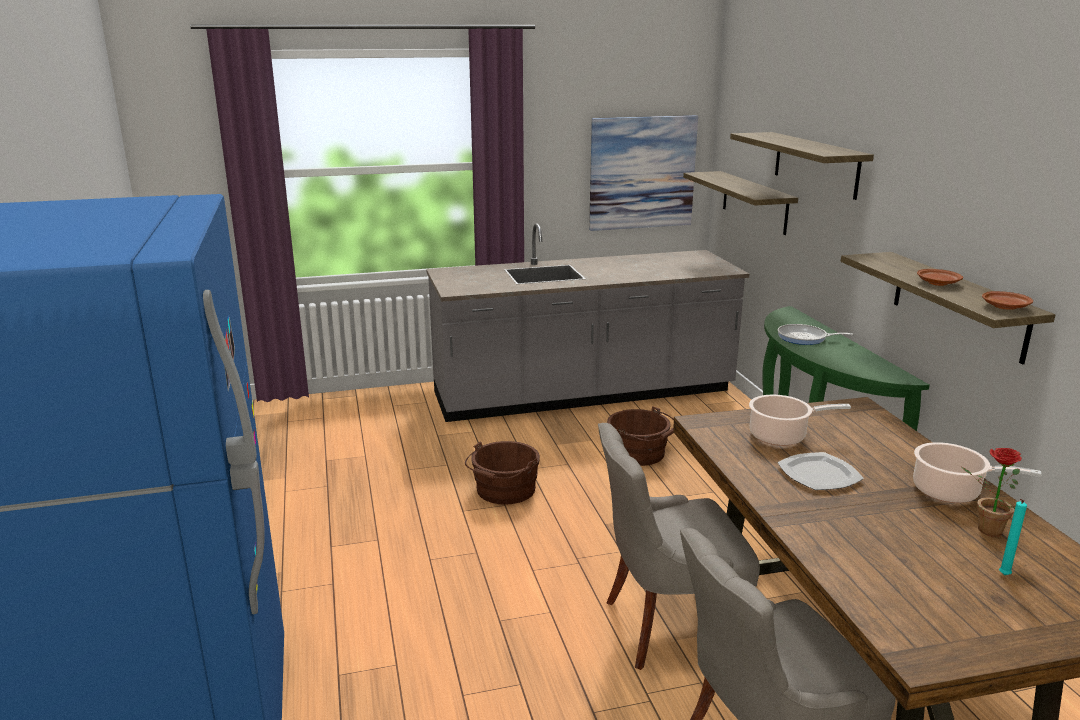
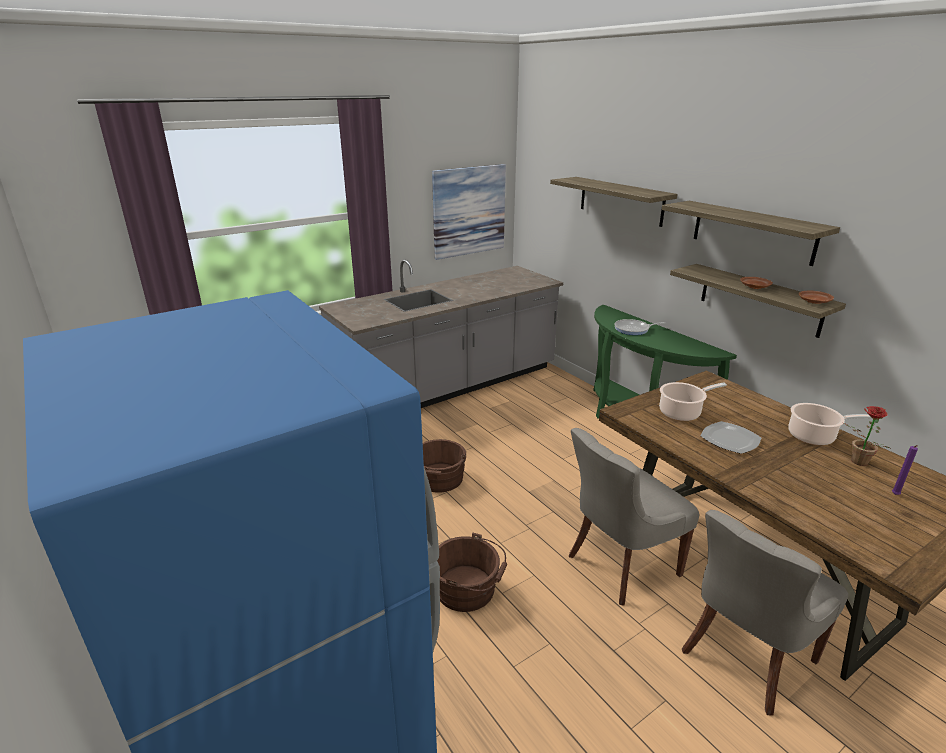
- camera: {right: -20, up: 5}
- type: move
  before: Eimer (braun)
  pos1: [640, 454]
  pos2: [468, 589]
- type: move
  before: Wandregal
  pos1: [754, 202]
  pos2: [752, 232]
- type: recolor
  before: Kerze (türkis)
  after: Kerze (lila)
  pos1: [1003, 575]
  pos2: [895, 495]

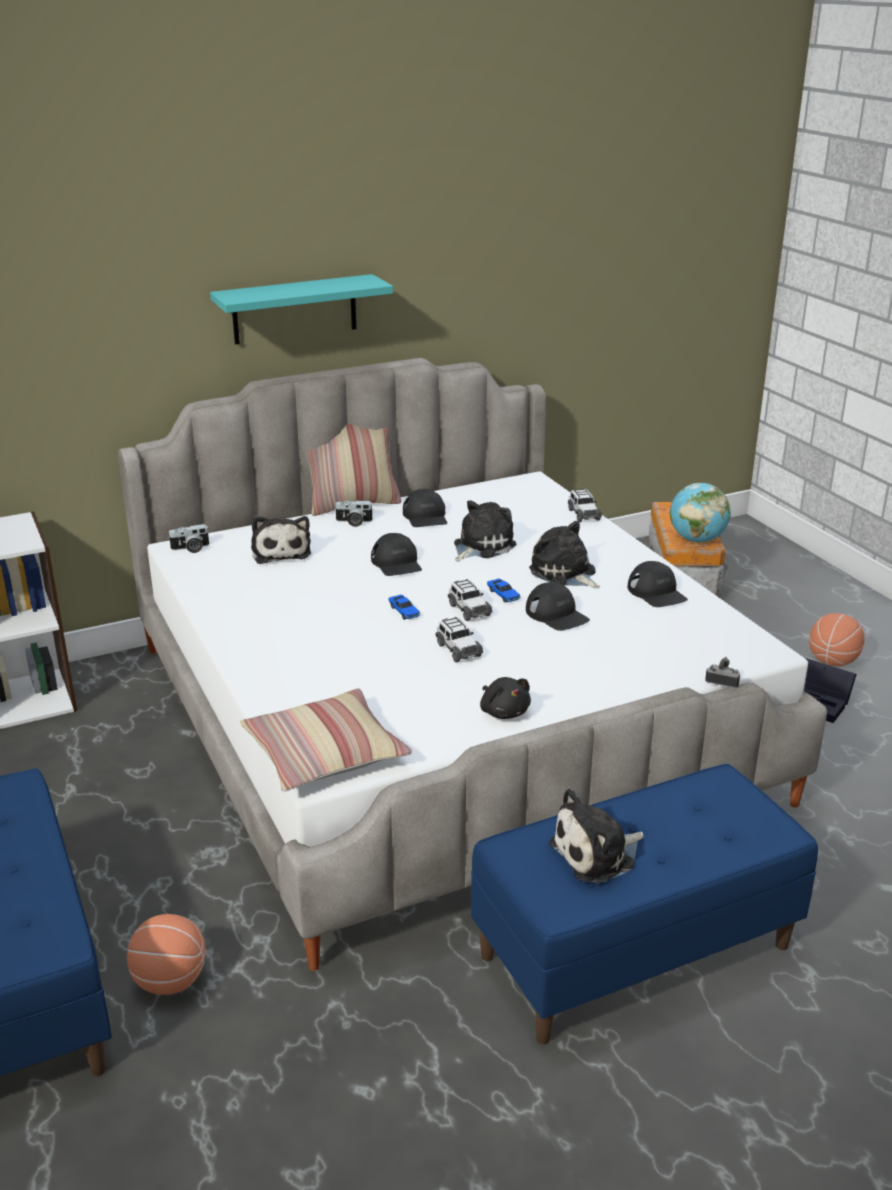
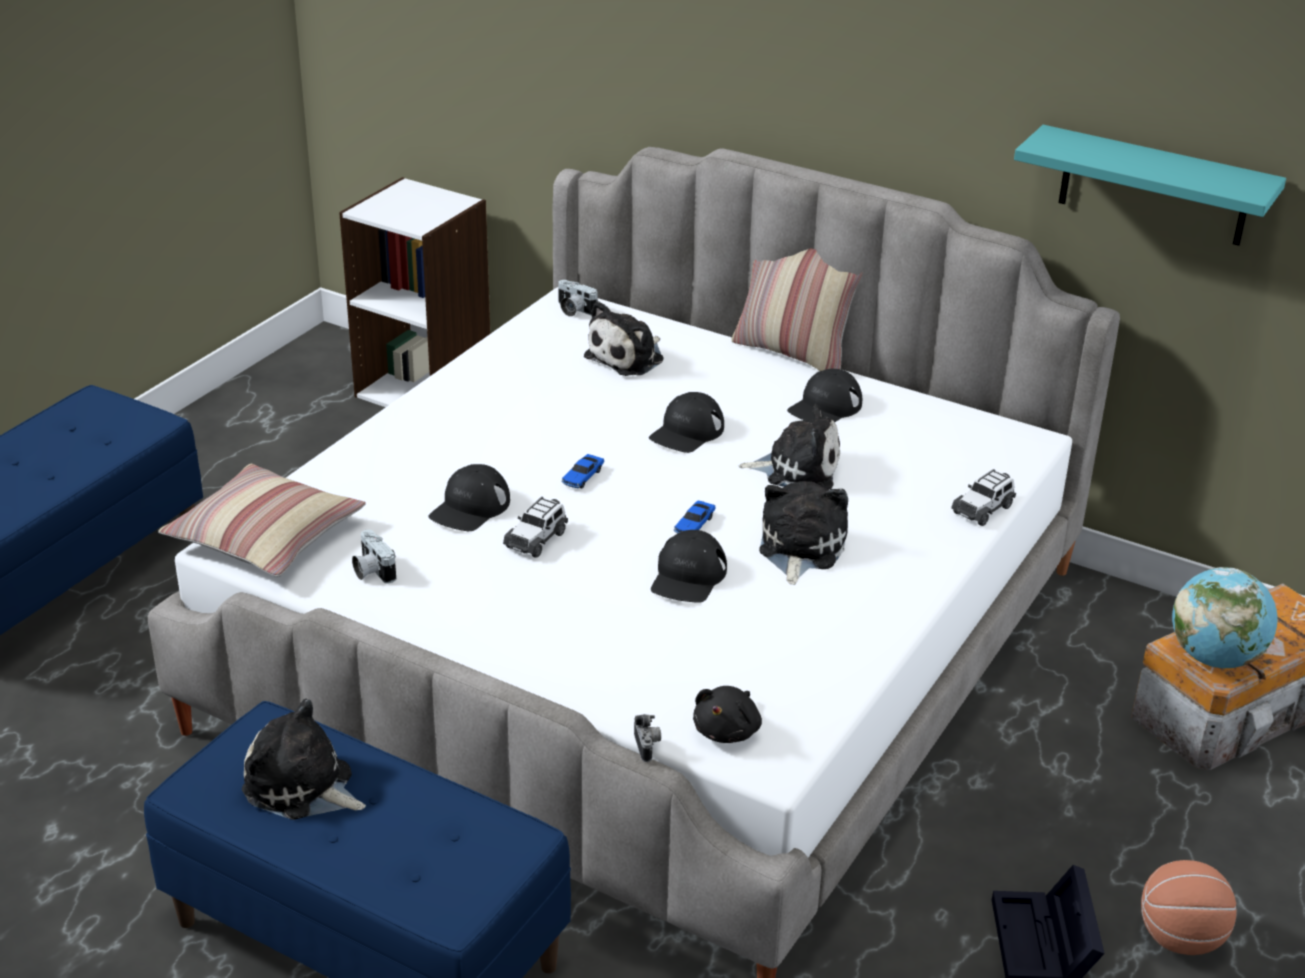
- camera: {right: 55, up: 5}
- type: move
  before: Kamera
  pos1: [353, 522]
  pos2: [371, 570]
- type: move
  before: Kappe (schwarz)
  pos1: [657, 592]
  pos2: [470, 508]
- type: move
  before: Plüschtier (schwarz)
  pos1: [504, 711]
  pos2: [728, 731]
- type: move
  before: Wandregal (türkis)
  pos1: [294, 309]
  pos2: [1154, 186]
- type: delete
  before: Basketball
  pos1: [170, 981]
- type: delete
  before: Spielzeugauto
  pos1: [468, 610]

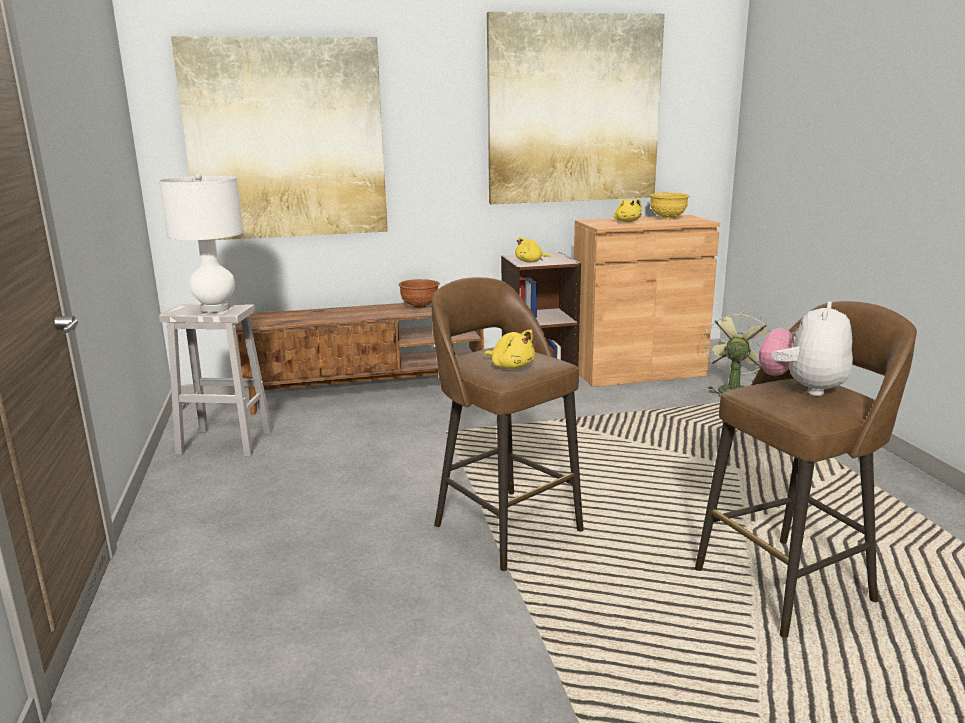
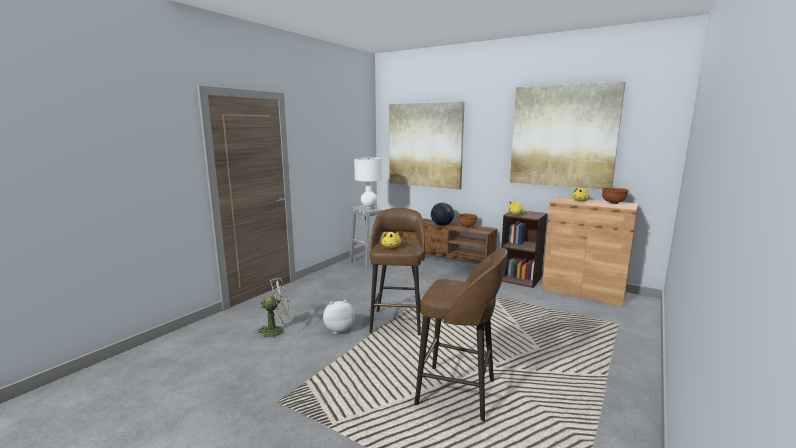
- camera: {right: 45, up: -5}
- type: move
  before: Ventilator (grün)
  pos1: [732, 389]
  pos2: [277, 331]
- type: move
  before: Plüschtier
  pos1: [803, 388]
  pos2: [339, 329]
- type: insert
  after: Globus
  pos2: [442, 225]
- type: recolor
  before: Schüssel (gelb)
  after: Schüssel (braun)
  pos1: [667, 218]
  pos2: [613, 203]

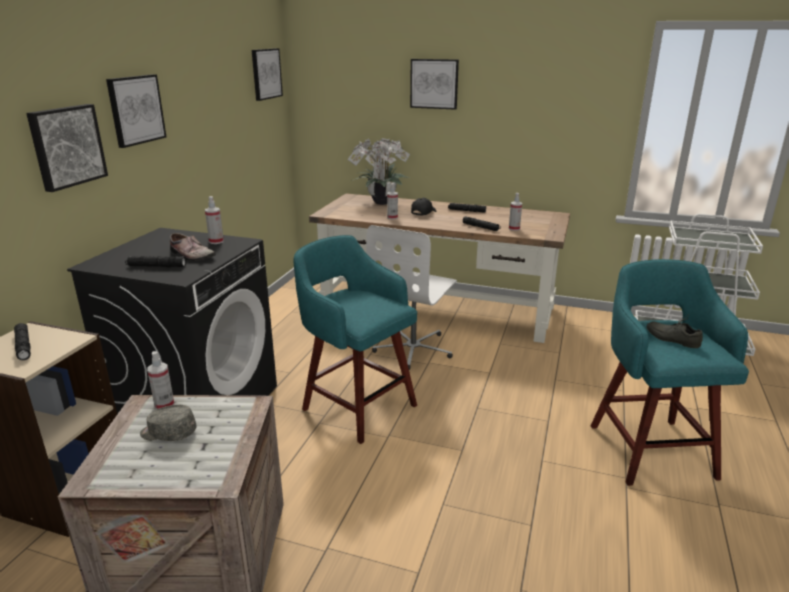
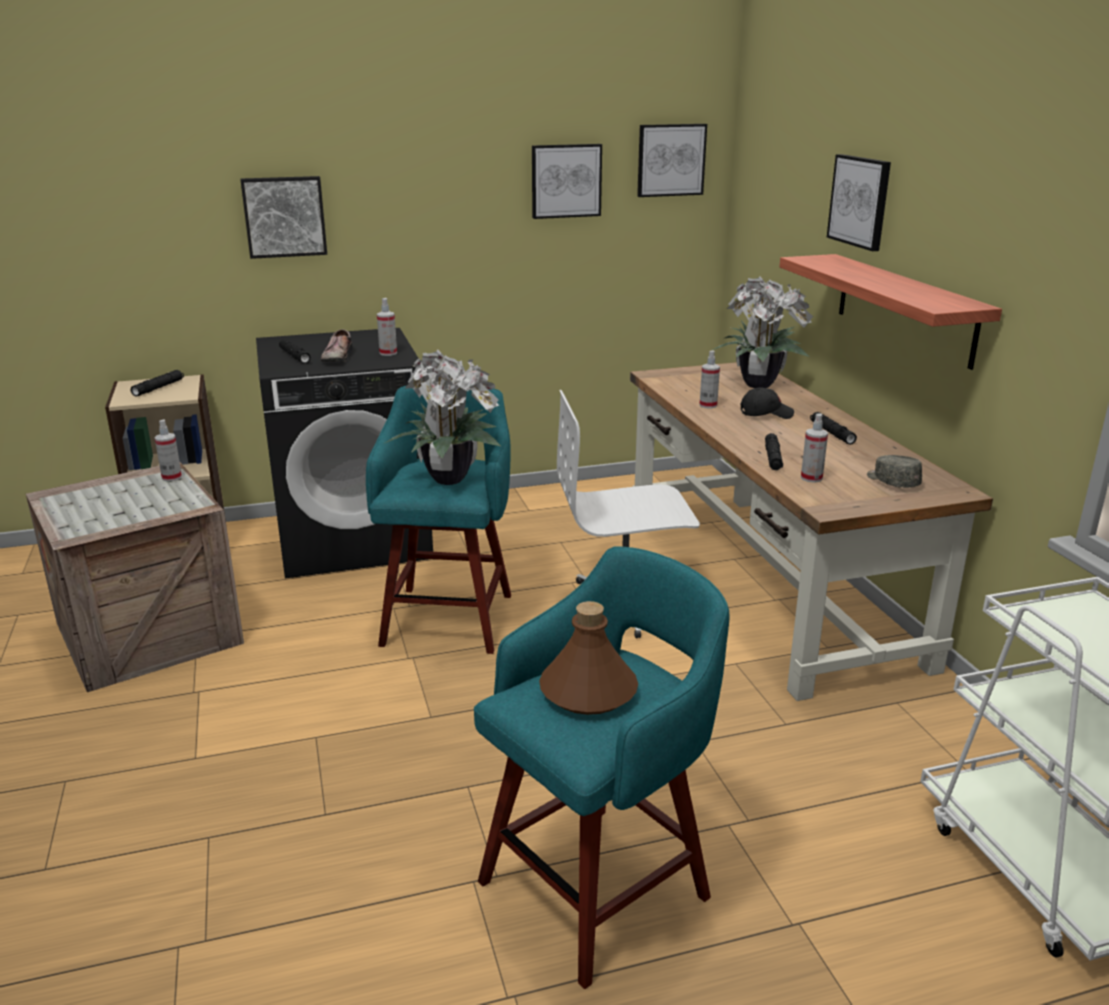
- camera: {right: 55, up: 0}
- type: insert
  after: Topfpflanze
  pos2: [447, 478]
- type: move
  before: Bild
  pos1: [135, 110]
  pos2: [566, 181]
- type: replace
  before: Schuh (grau)
  after: Flasche (braun)
  pos1: [673, 338]
  pos2: [587, 691]
- type: insert
  after: Wandregal
  pos2: [904, 308]
- type: move
  before: Kappe (grau)
  pos1: [168, 433]
  pos2: [892, 482]

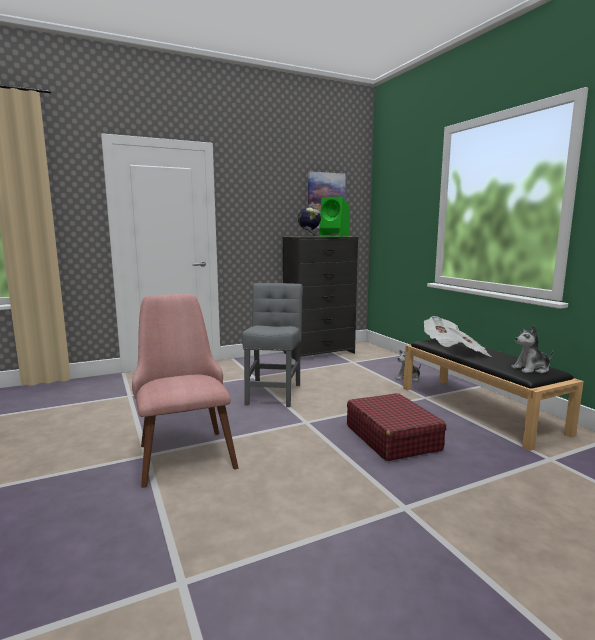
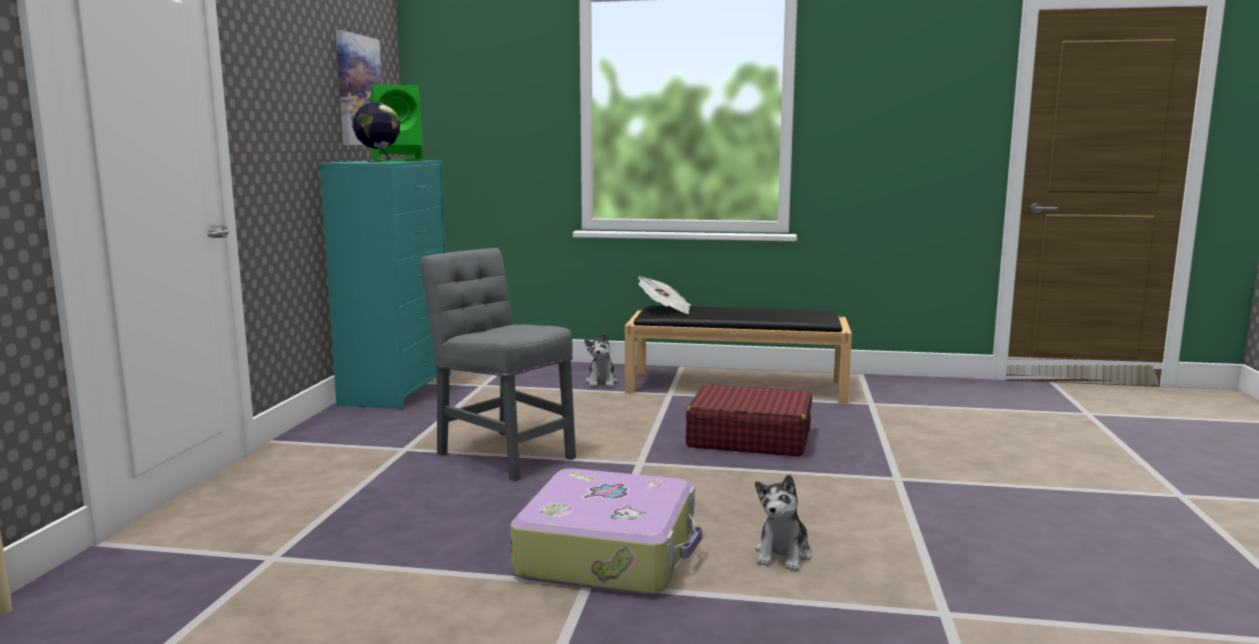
- camera: {right: -55, up: 0}
- type: recolor
  before: Kommode (schwarz)
  after: Kommode (türkis)
  pos1: [319, 353]
  pos2: [398, 388]
- type: replace
  before: Stuhl (rosa)
  after: Koffer
  pos1: [183, 449]
  pos2: [609, 553]
- type: move
  before: Plüschtier
  pos1: [531, 369]
  pos2: [783, 554]
- type: delete
  before: Zeitung
  pos1: [468, 353]

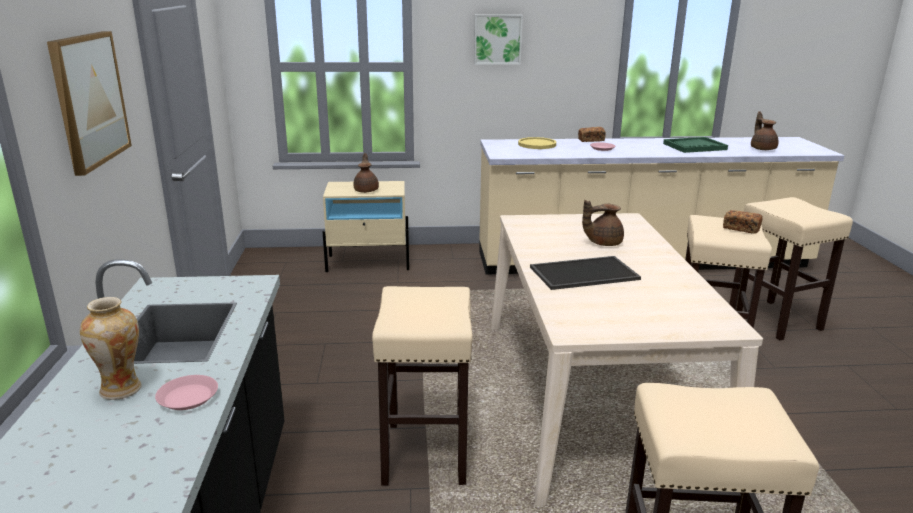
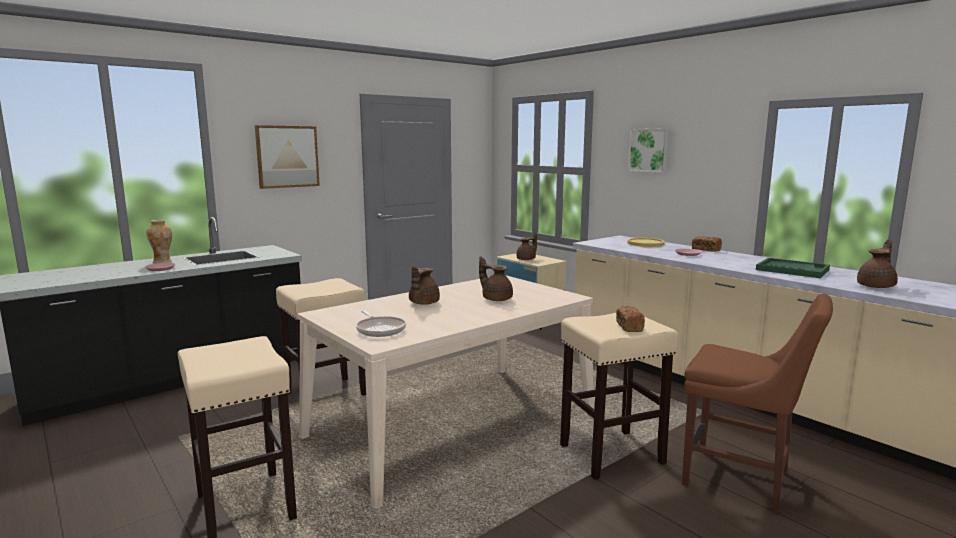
- camera: {right: 55, up: -10}
- type: insert
  after: Pfanne
  pos2: [380, 329]
- type: replace
  before: Tablett
  after: Teekanne (braun)
  pos1: [584, 274]
  pos2: [423, 303]
- type: replace
  before: Hocker (beige)
  after: Stuhl (braun)
  pos1: [775, 320]
  pos2: [742, 480]

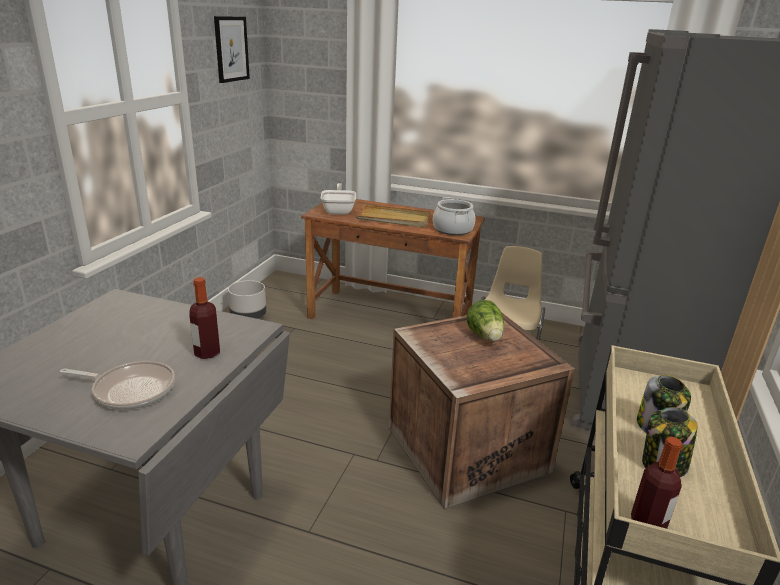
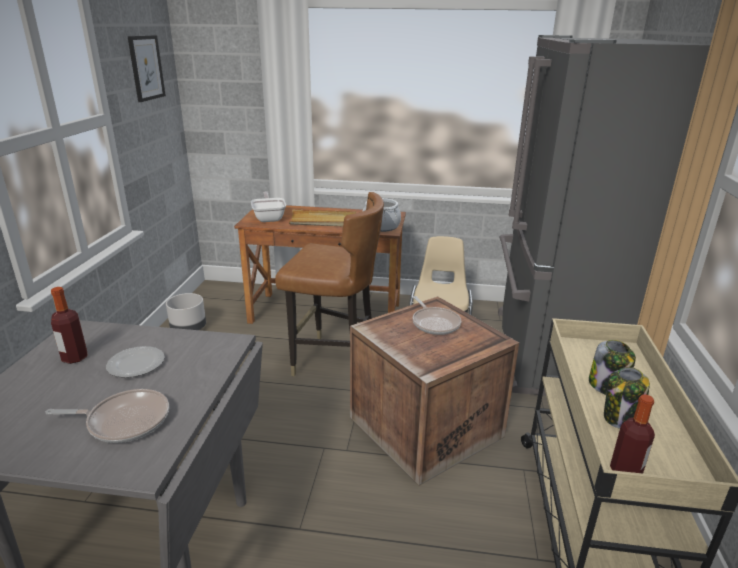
- camera: {right: -10, up: 0}
- type: move
  before: Flasche
  pos1: [207, 353]
  pos2: [75, 358]
- type: insert
  after: Teller
  pos2: [135, 364]
- type: insert
  after: Stuhl (braun)
  pos2: [334, 361]
- type: replace
  before: Salatkopf
  after: Pfanne
  pos1: [485, 337]
  pos2: [434, 323]

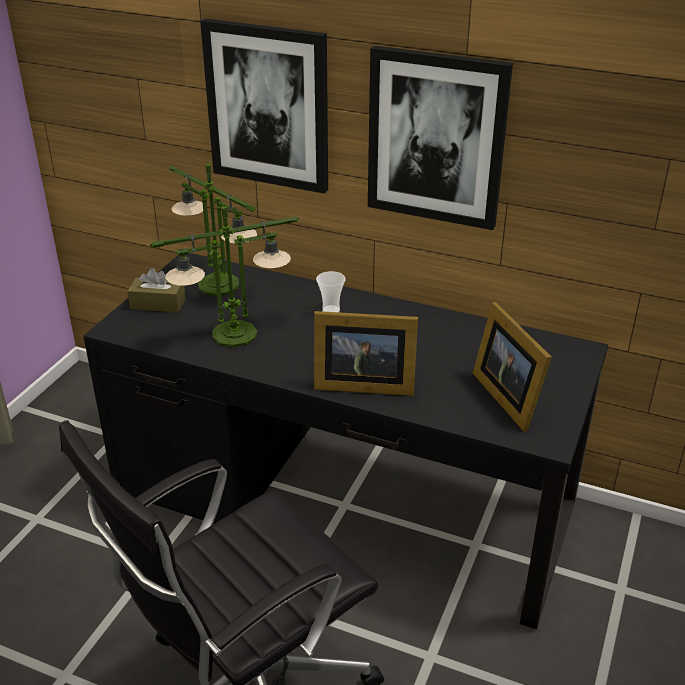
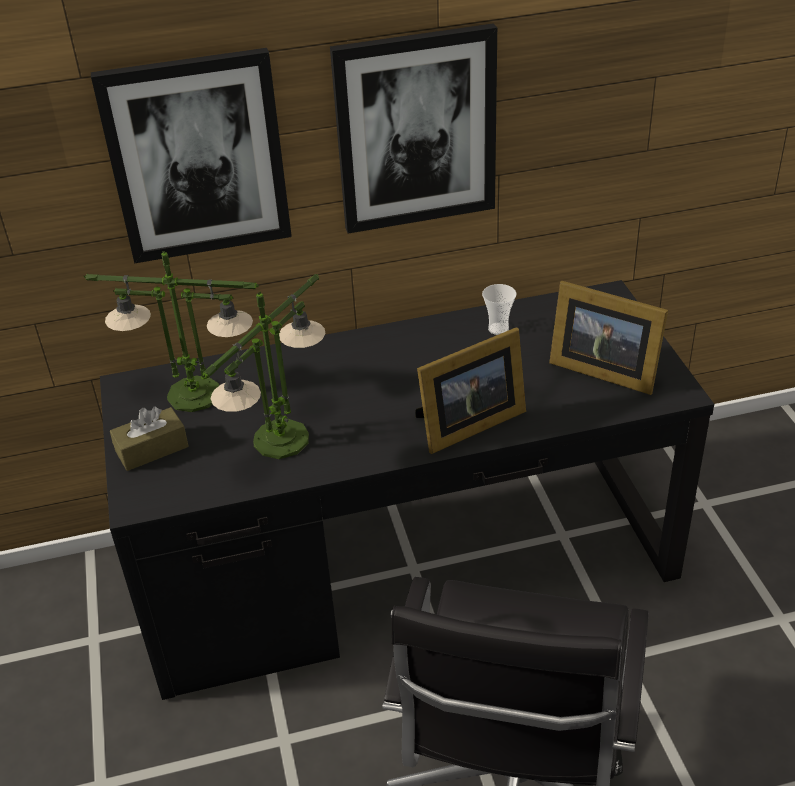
- camera: {right: -35, up: 5}
- type: move
  before: Tasse
  pos1: [331, 310]
  pos2: [498, 329]

